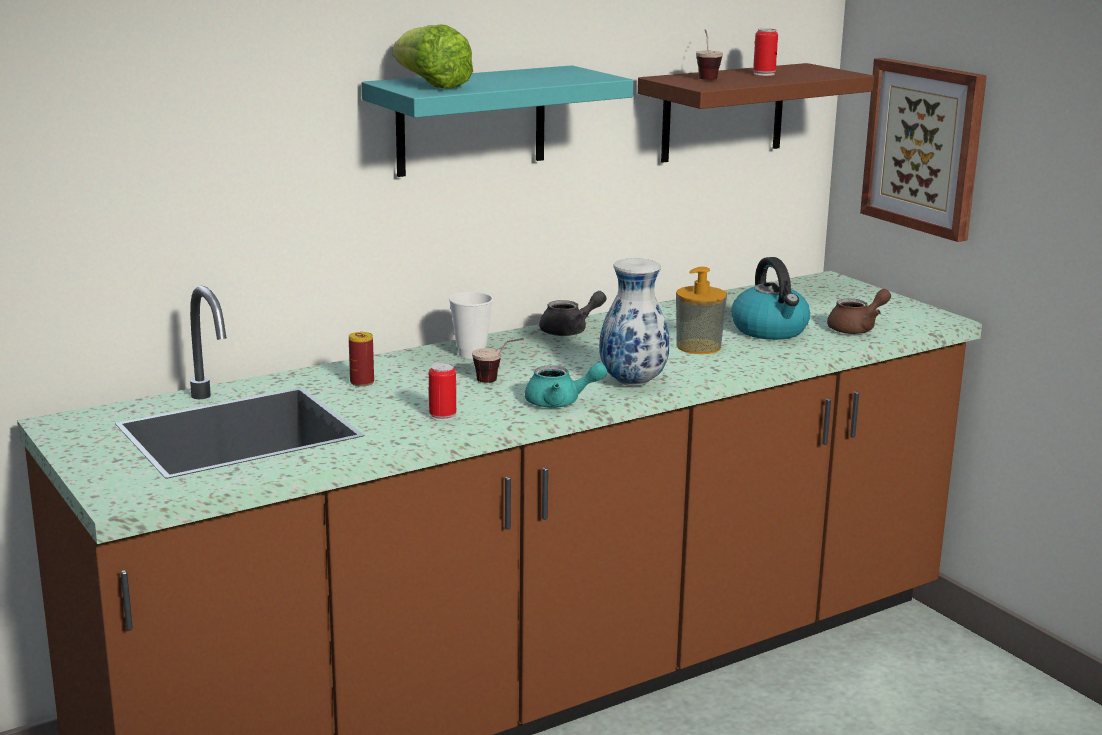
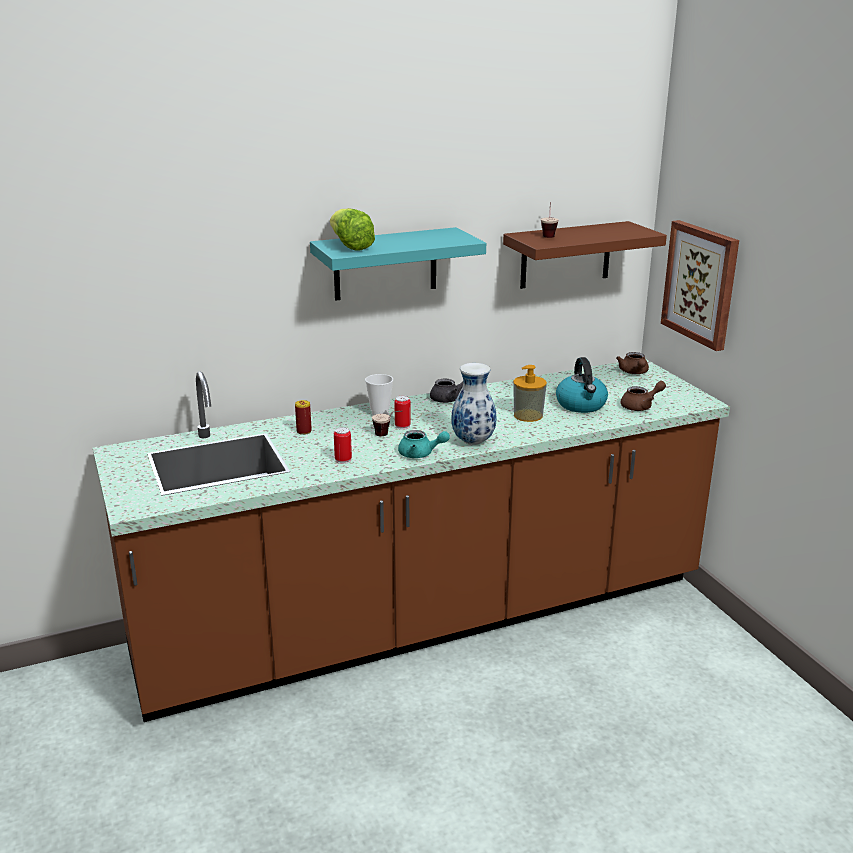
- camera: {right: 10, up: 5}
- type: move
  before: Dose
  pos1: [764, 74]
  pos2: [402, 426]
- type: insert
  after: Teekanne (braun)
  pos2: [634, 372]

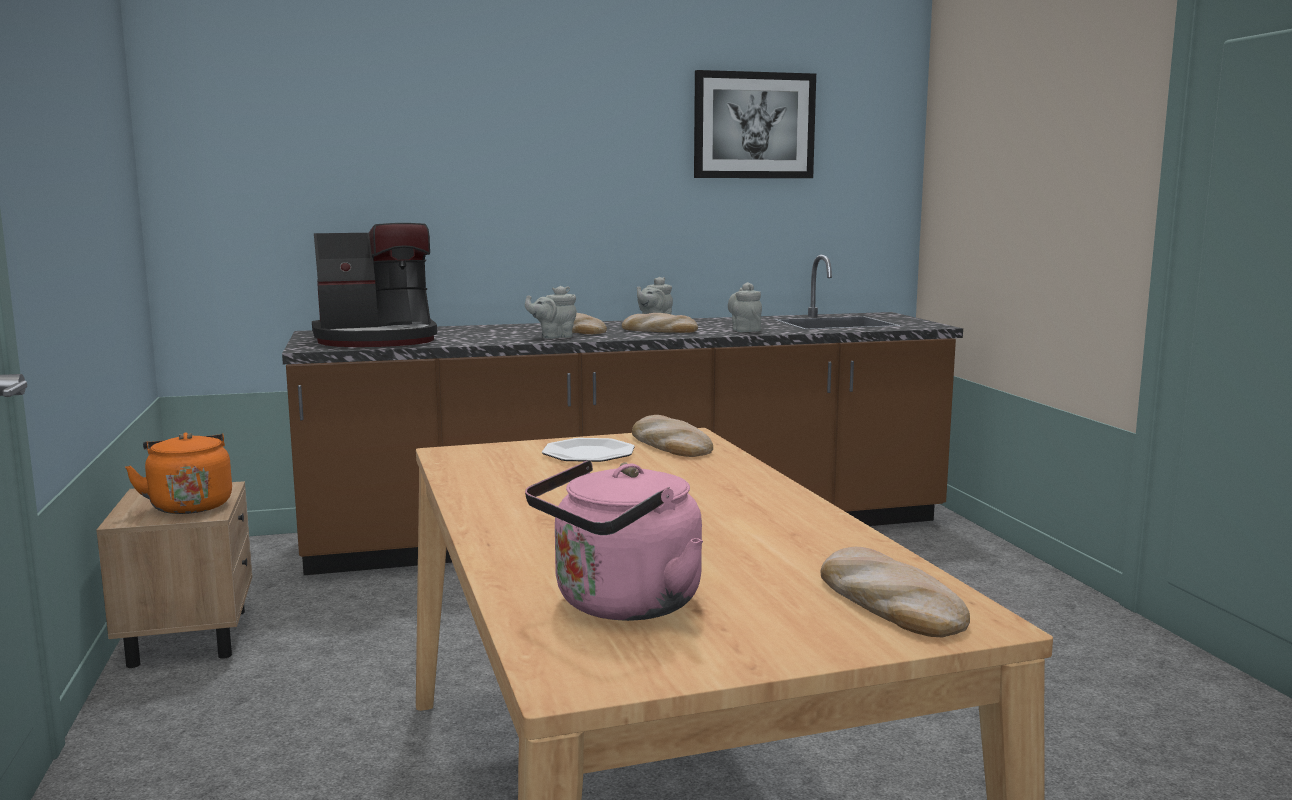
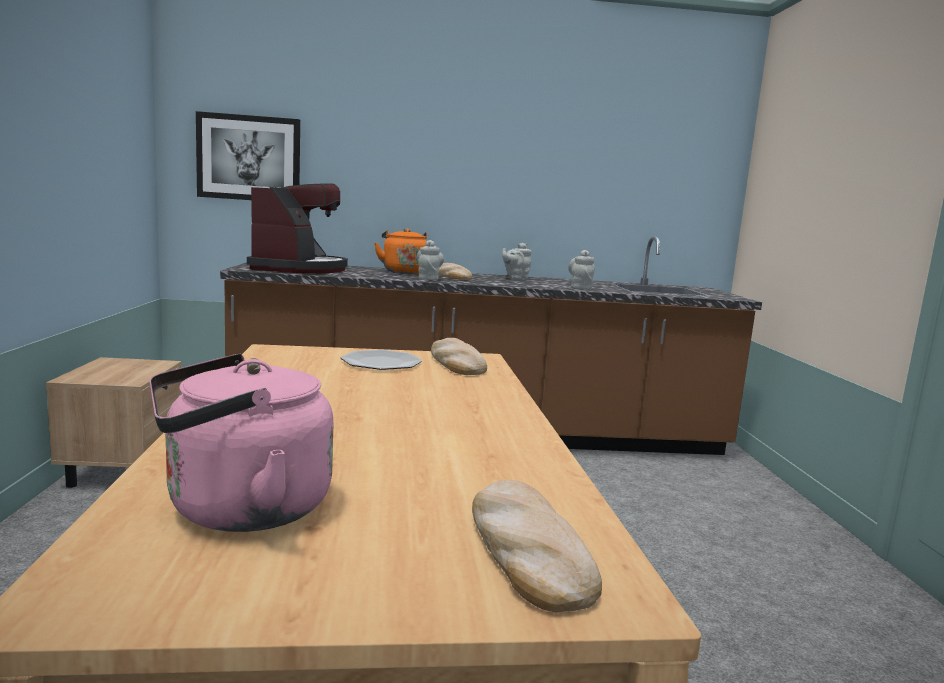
- camera: {right: 10, up: 0}
- type: move
  before: Bild
  pos1: [754, 125]
  pos2: [249, 158]
- type: rotate
  before: Kaffeemaschine
  pos1: [377, 339]
  pos2: [300, 269]
  turn: -75
- type: move
  before: Wasserkessel (orange)
  pos1: [189, 505]
  pos2: [403, 272]
- type: rotate
  before: Teekanne (grau)
  pos1: [554, 337]
  pos2: [429, 278]
  turn: 105
- type: delete
  before: Brot
  pos1: [659, 330]

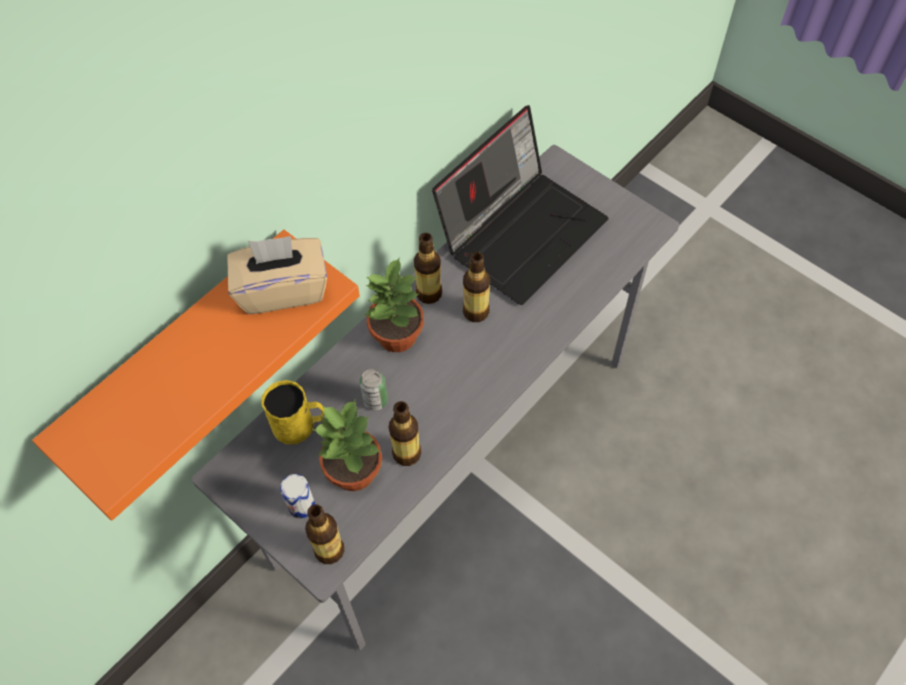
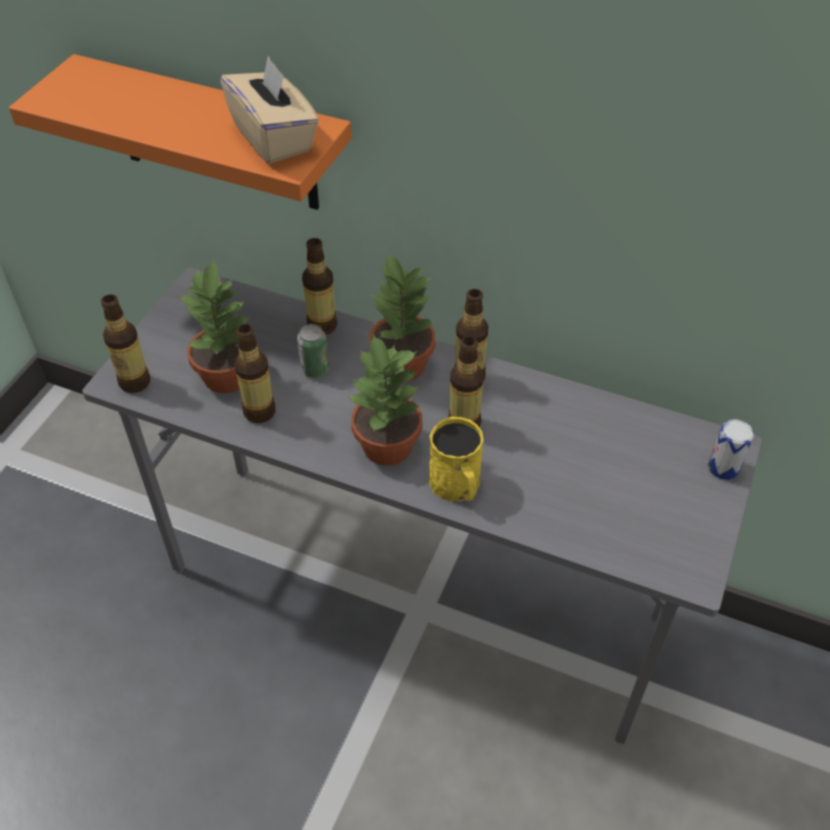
- camera: {right: 70, up: -10}
- type: insert
  after: Flasche
  pos2: [322, 326]
- type: insert
  after: Topfpflanze
  pos2: [387, 447]
- type: move
  before: Henkelbecher (gelb)
  pos1: [299, 425]
  pos2: [457, 486]
- type: move
  before: Dose
  pos1: [301, 505]
  pos2: [723, 467]
- type: delete
  before: Laptop
  pos1: [522, 231]

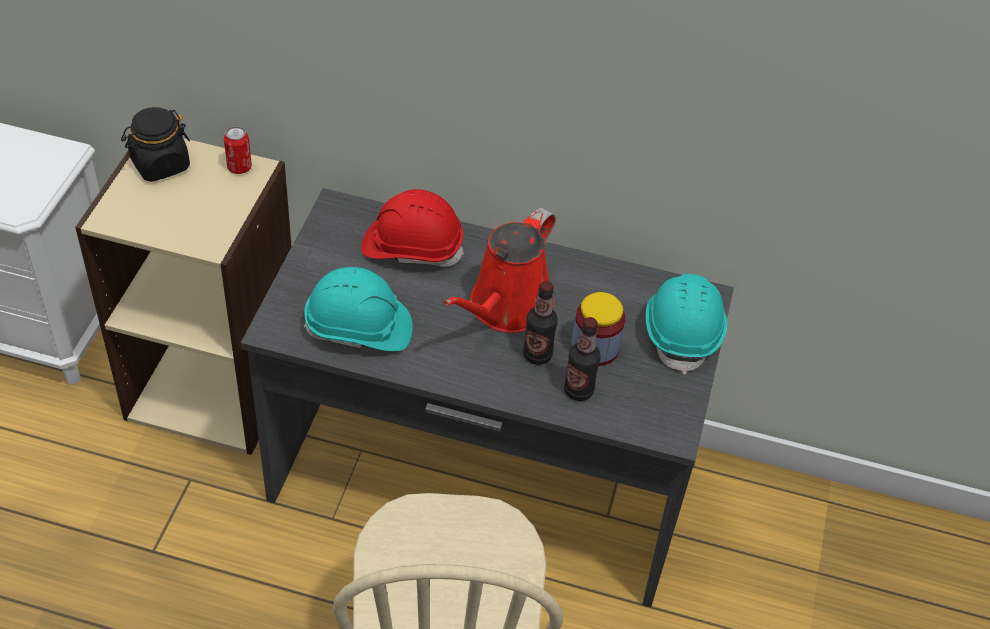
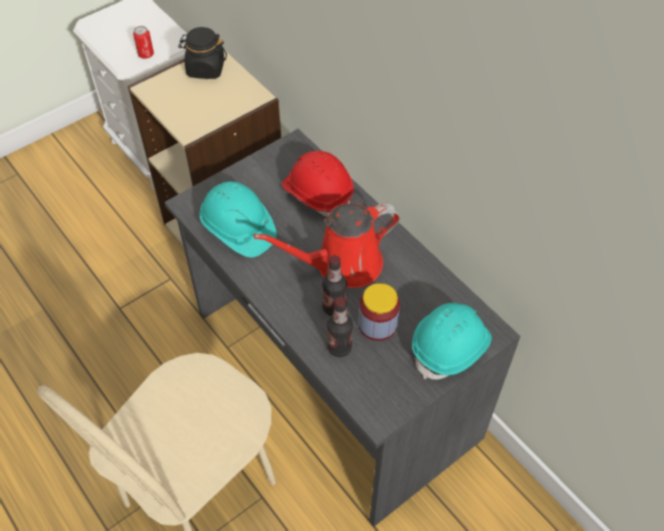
- camera: {right: 40, up: 5}
- type: move
  before: Dose
  pos1: [239, 167]
  pos2: [146, 54]

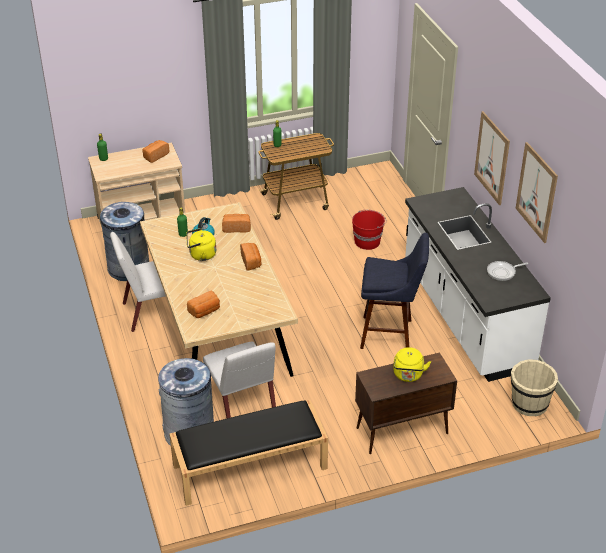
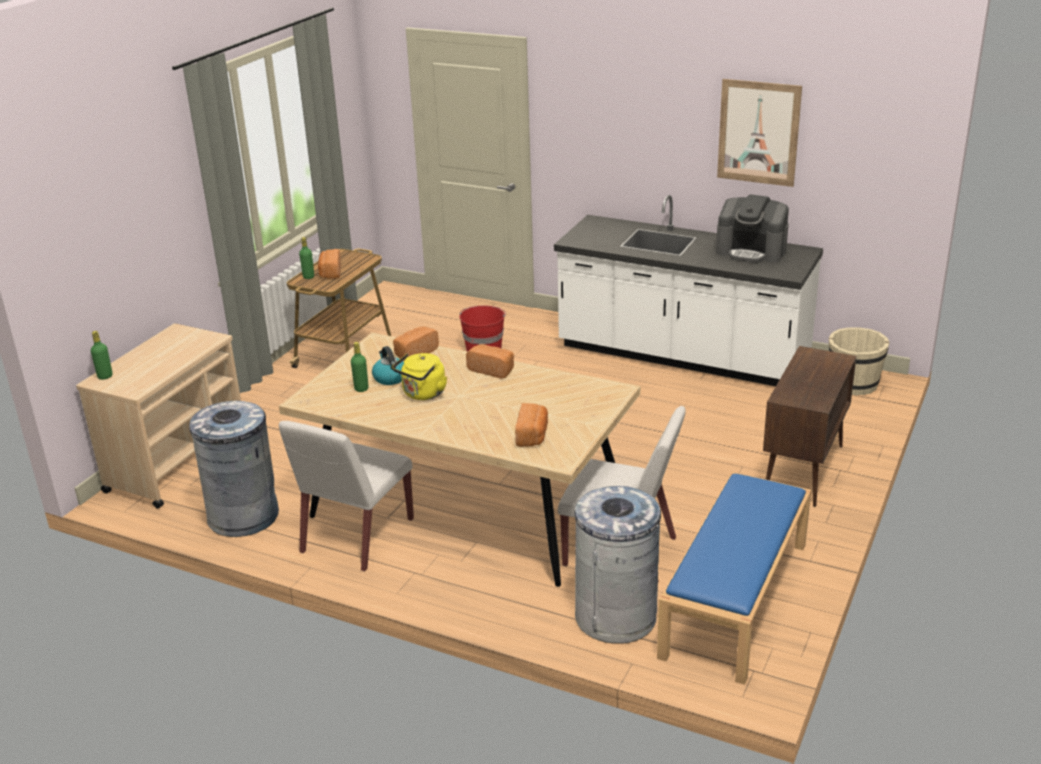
- camera: {right: -45, up: -10}
- type: move
  before: Brot
  pos1: [155, 156]
  pos2: [330, 273]
- type: recolor
  before: Bank (schwarz)
  after: Bank (blau)
  pos1: [249, 467]
  pos2: [736, 599]
- type: replace
  before: Pfanne
  after: Kaffeemaschine
  pos1: [503, 272]
  pos2: [751, 251]
- type: delete
  before: Hocker (blau)
  pos1: [390, 334]
- type: delete
  before: Wasserkessel (gelb)
  pos1: [408, 375]
- type: delete
  before: Bild
  pos1: [492, 158]

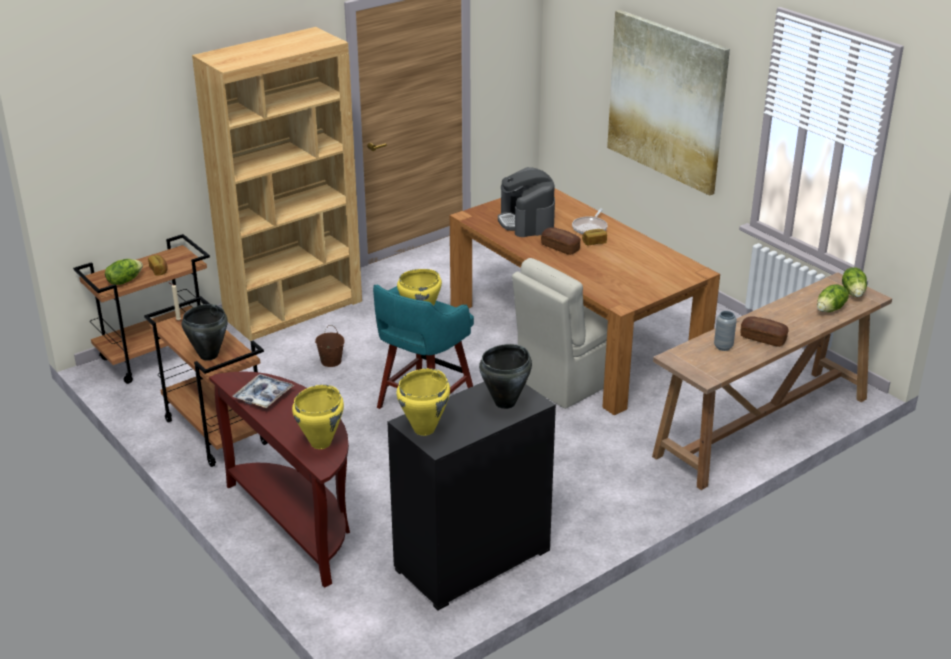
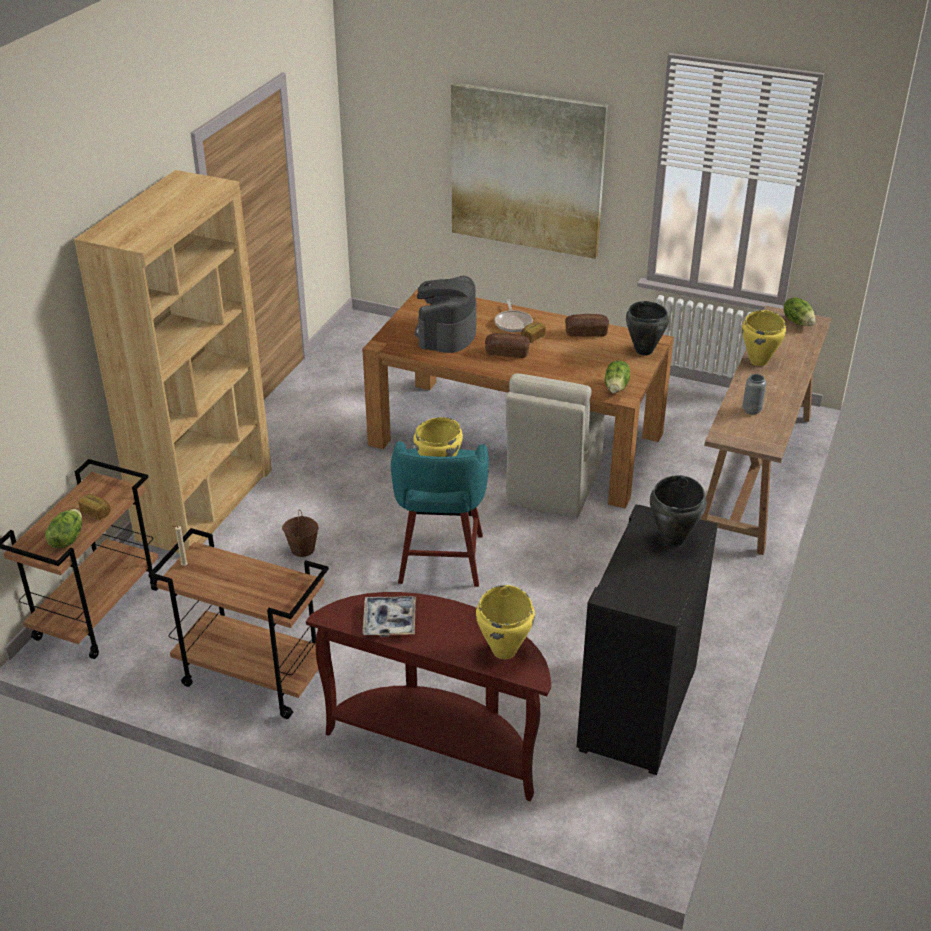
- camera: {right: -30, up: 5}
- type: rotate
  before: Kaffeemaschine
  pos1: [526, 222]
  pos2: [446, 334]
  turn: 60
- type: move
  before: Brot
  pos1: [763, 338]
  pos2: [586, 333]
- type: move
  before: Salatkopf
  pos1: [830, 309]
  pos2: [616, 387]
- type: move
  before: Kochtopf (schwarz)
  pos1: [208, 355]
  pos2: [643, 351]
- type: move
  before: Kochtopf (gelb)
  pos1: [425, 429]
  pos2: [759, 361]

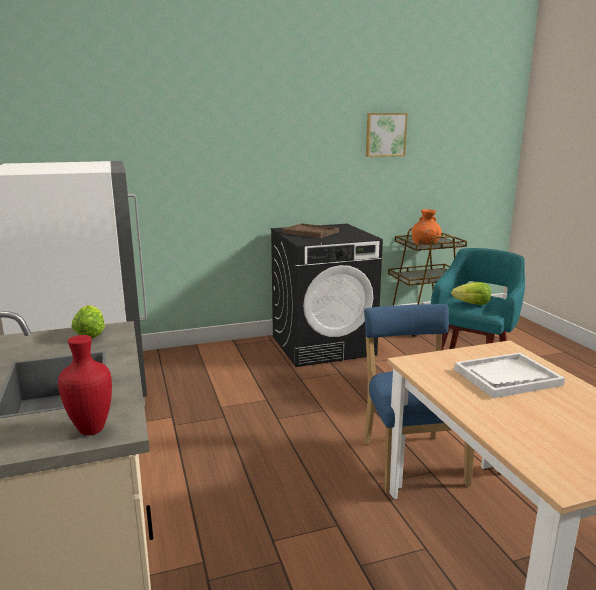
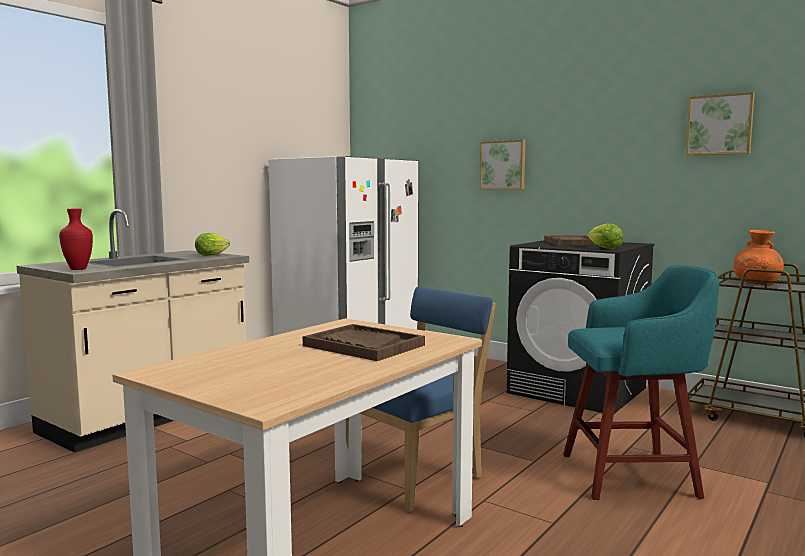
- camera: {right: 55, up: -10}
- type: recolor
  before: Tablett (weiß)
  after: Tablett (braun)
  pos1: [507, 377]
  pos2: [363, 345]
- type: insert
  after: Bild
  pos2: [503, 165]
- type: move
  before: Salatkopf
  pos1: [472, 304]
  pos2: [604, 248]

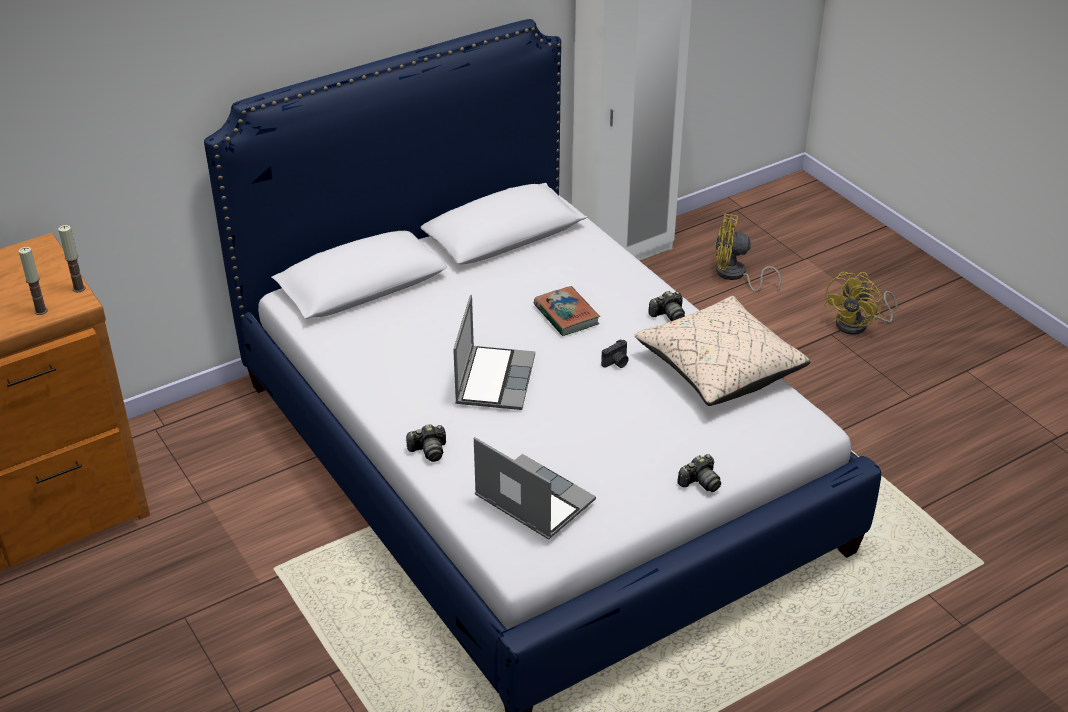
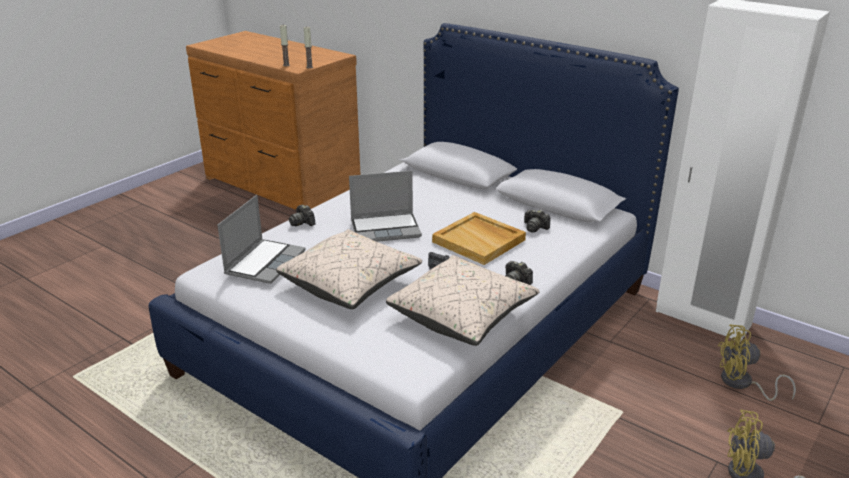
- camera: {right: 70, up: -10}
- type: insert
  after: Kissen (beige)
  pos2: [350, 284]
- type: replace
  before: Buch
  after: Tablett (beige)
  pos1: [566, 315]
  pos2: [479, 241]
- type: move
  before: Kamera
  pos1: [700, 482]
  pos2: [535, 227]
- type: rotate
  before: Ventilator (gelb)
  pos1: [735, 275]
  pos2: [742, 384]
  turn: -75

